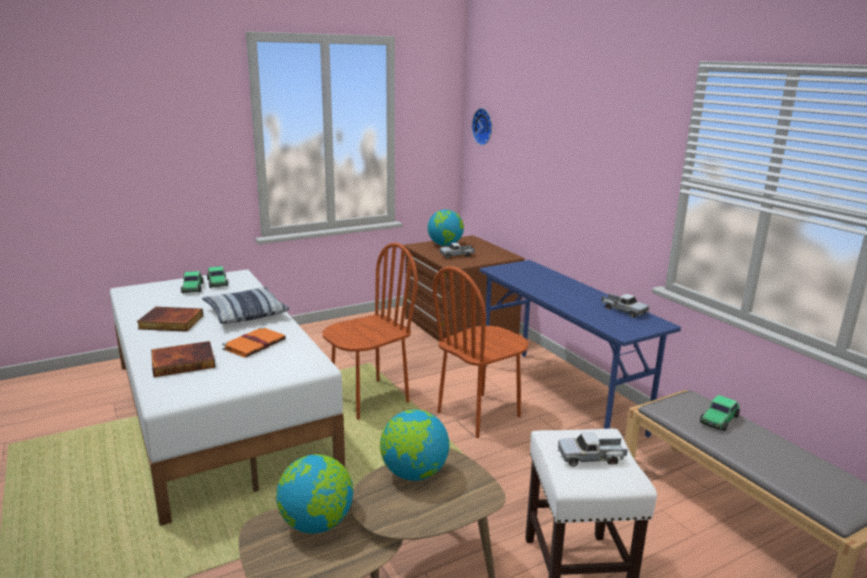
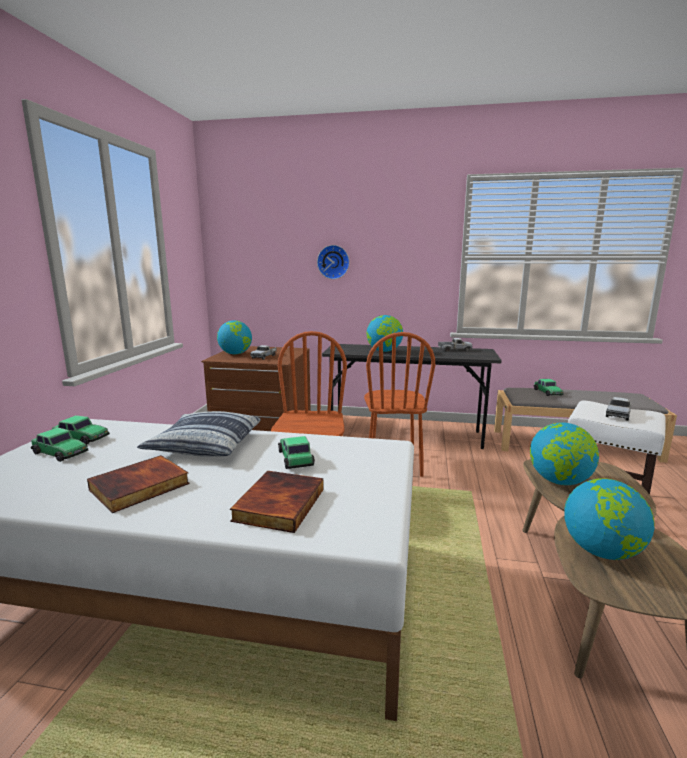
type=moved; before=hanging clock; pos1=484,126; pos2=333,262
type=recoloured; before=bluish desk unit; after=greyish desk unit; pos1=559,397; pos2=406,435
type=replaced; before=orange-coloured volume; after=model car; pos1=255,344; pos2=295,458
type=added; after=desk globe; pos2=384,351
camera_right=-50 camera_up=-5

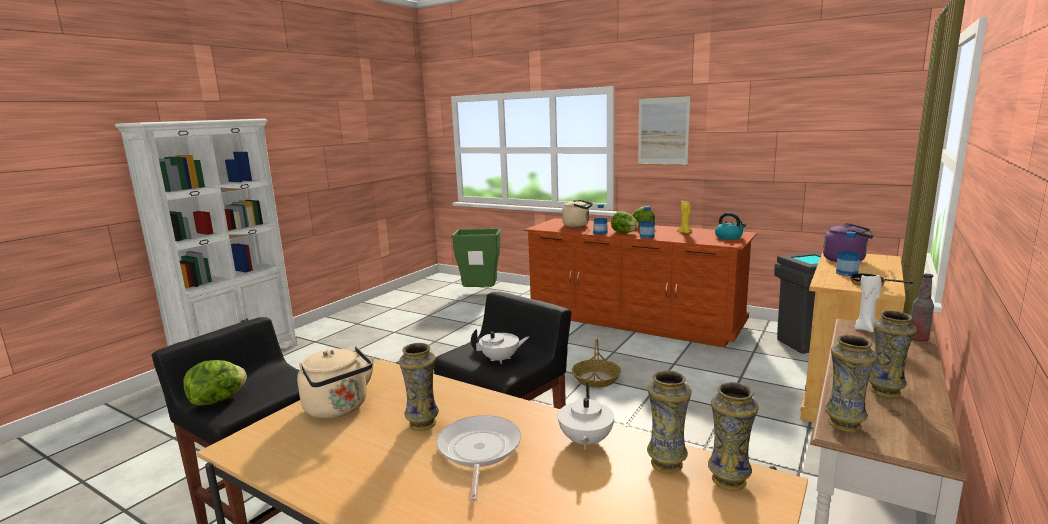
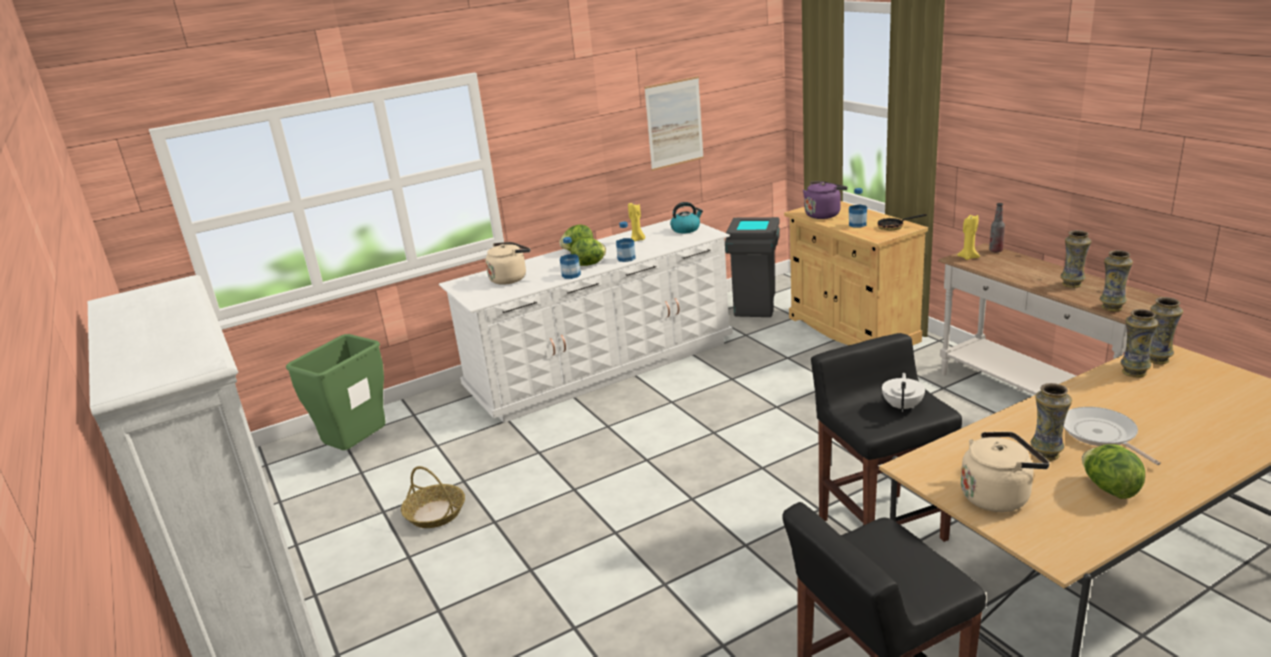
type=moved; before=picture; pos1=663,131; pos2=674,123
type=recoloured; before=brown chest of drawers; after=white-coloured chest of drawers; pos1=633,319; pos2=602,367
type=recoloured; before=white-coloured wax candle; after=yellowish wax candle; pos1=865,329; pos2=968,257
type=moved; before=household basket; pos1=596,379; pos2=436,513
type=moved; before=head of lettuce; pos1=218,400; pos2=1109,488
type=removed; before=white-coloured teapot; pos1=585,442
type=turned; before=frying pan; pos1=478,451; pos2=1101,435; turn=45
camera_right=-60 camera_up=10

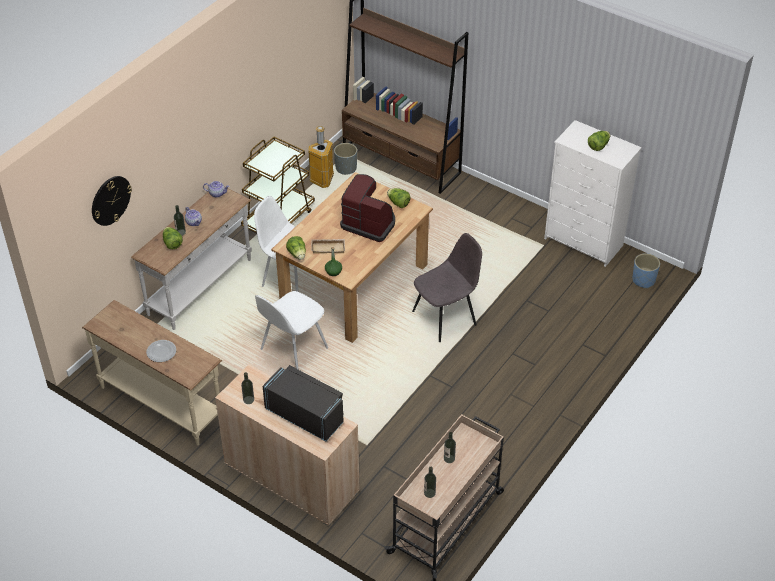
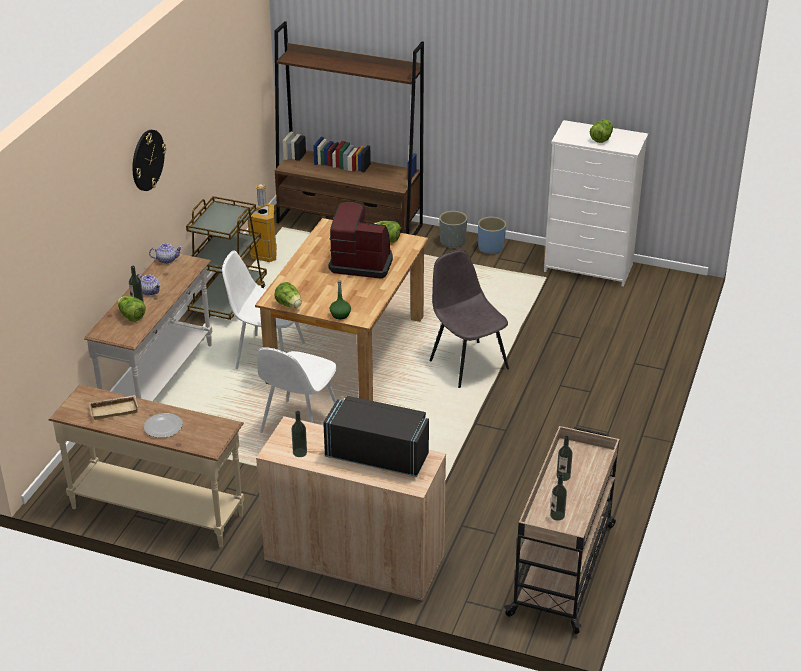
type=moved; before=greyish flower pot; pos1=346,168; pos2=453,242
type=moved; before=hanging clock; pos1=110,200; pos2=147,160
type=turned; before=greyish upright chair; pos1=445,317; pos2=467,363; turn=-75
type=moved; before=beige serving tray; pos1=328,247; pos2=114,409
type=moved; before=bluish flower pot; pos1=643,280; pos2=491,248
camera_right=-15 camera_up=-10

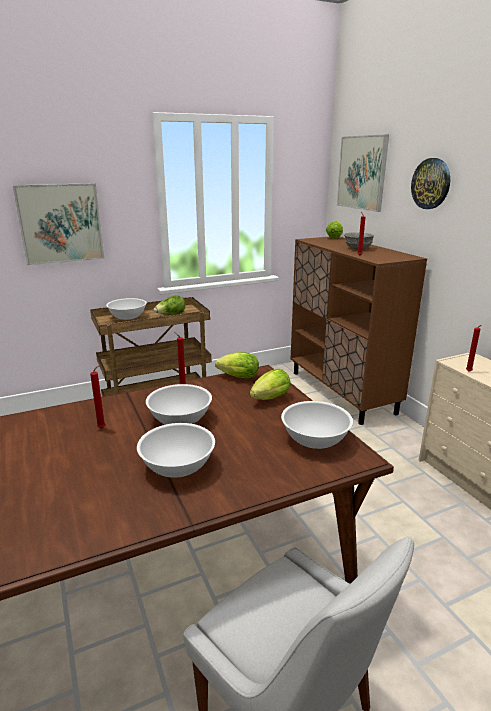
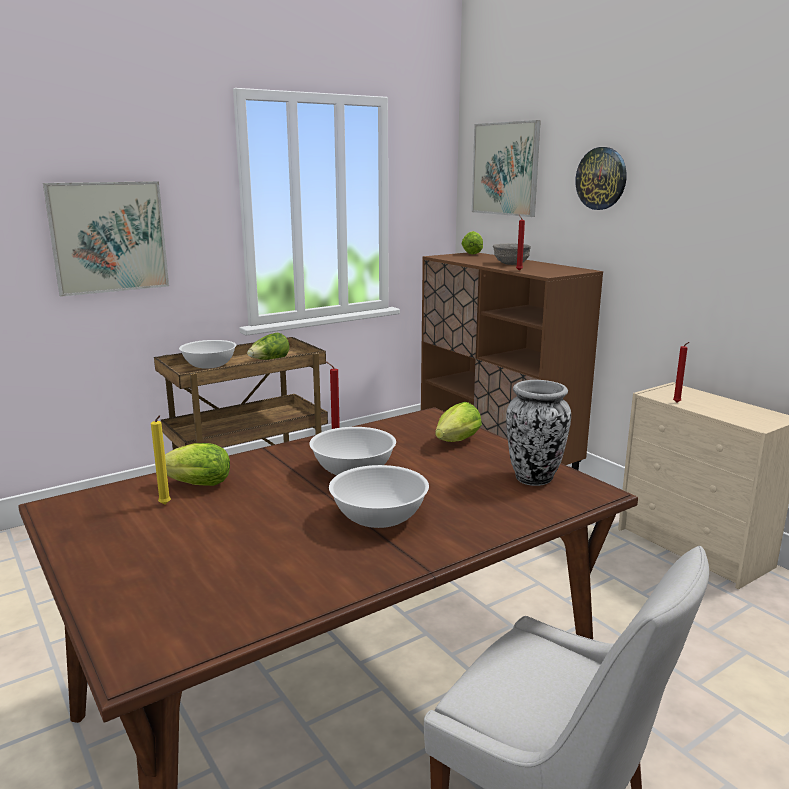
type=moved; before=head of lettuce; pos1=236,377; pos2=194,485
type=removed; before=red-coloured wax candle; pos1=103,428
type=replaced; before=white-coloured serving bowl; after=flower vase; pos1=315,440; pos2=534,478
type=added; after=yellowish wax candle; pos2=165,505
camera_right=-10 camera_up=-5

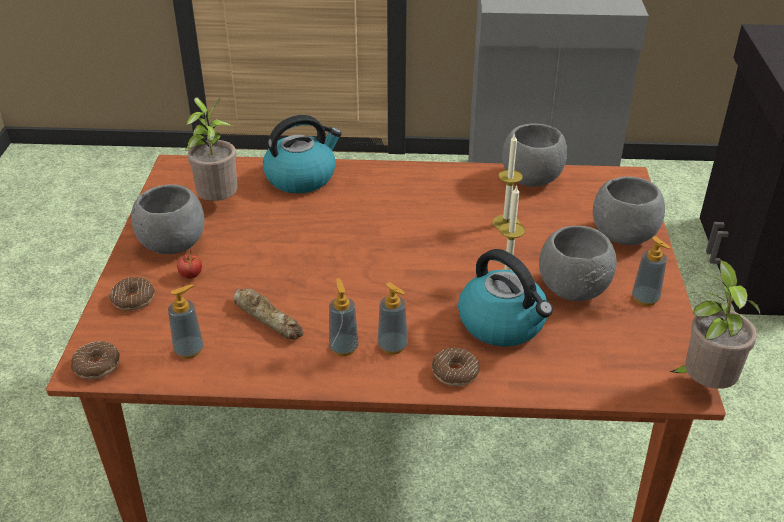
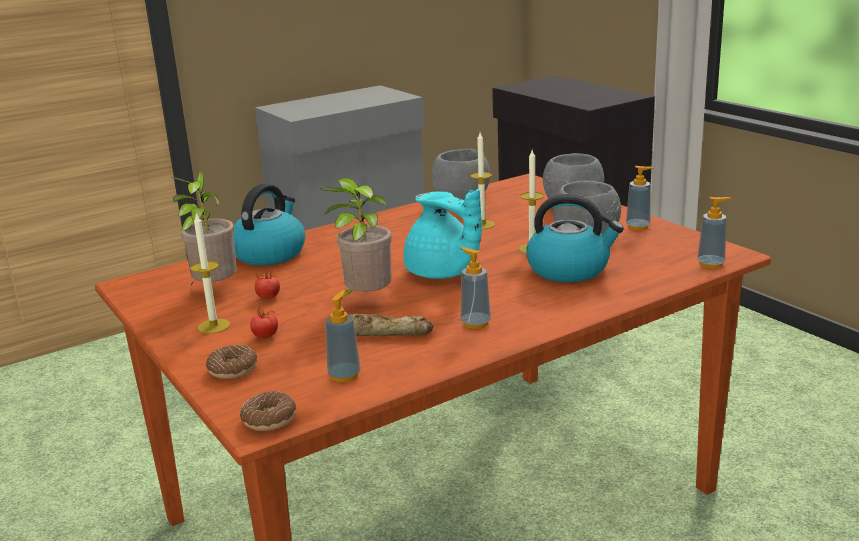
type=replaced; before=greyish serving bowl; after=wax candle; pos1=173,244; pos2=214,326
type=moved; before=potted plant; pos1=702,384; pos2=365,300
type=moved; before=liquid soap bottle; pos1=392,346; pos2=711,264
type=removed; before=doughnut; pos1=455,372
type=added; after=turquoise-coloured teapot; pos2=442,273
type=added; after=fresh tomato; pos2=268,297
camera_right=-35 camera_up=-15

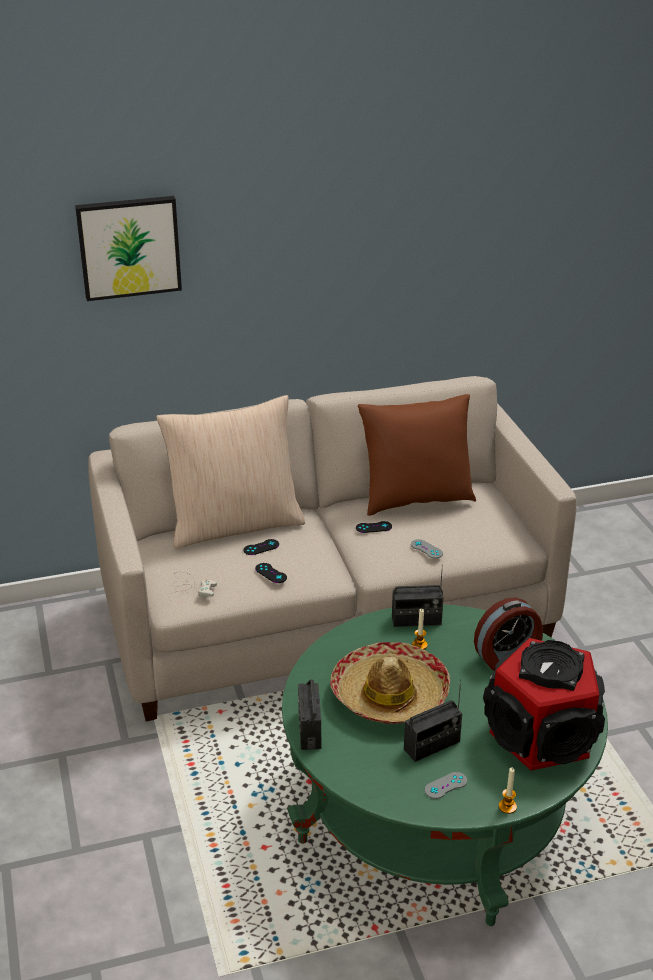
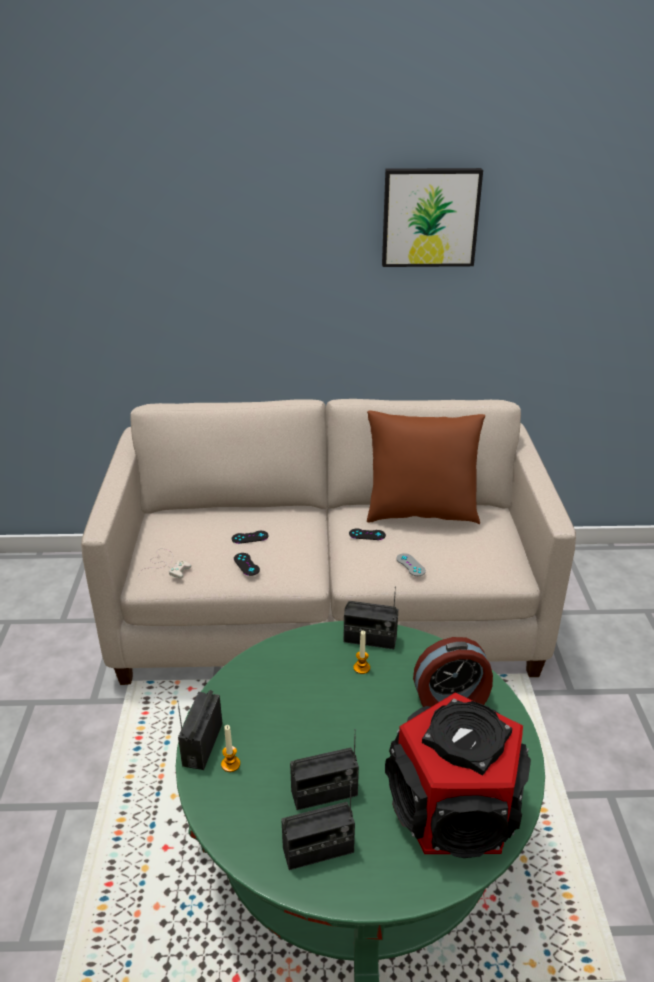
type=moved; before=picture; pos1=129,247; pos2=430,217
type=removed; before=beige throw pillow; pos1=235,524
type=removed; before=hat; pos1=390,695
type=moved; before=wax candle; pos1=507,807; pos2=230,764
type=replaced; before=greyish joypad; after=radio receiver; pos1=446,785; pos2=318,850
camera_right=15 camera_up=0

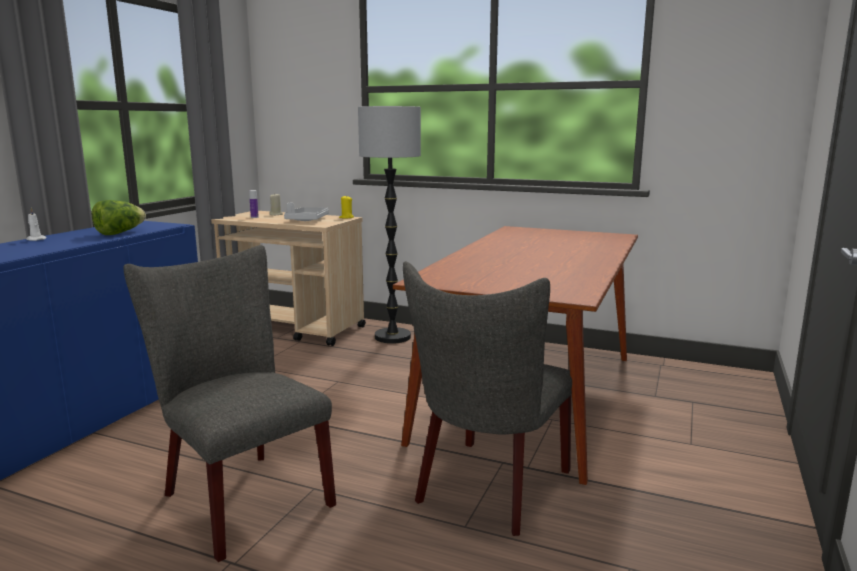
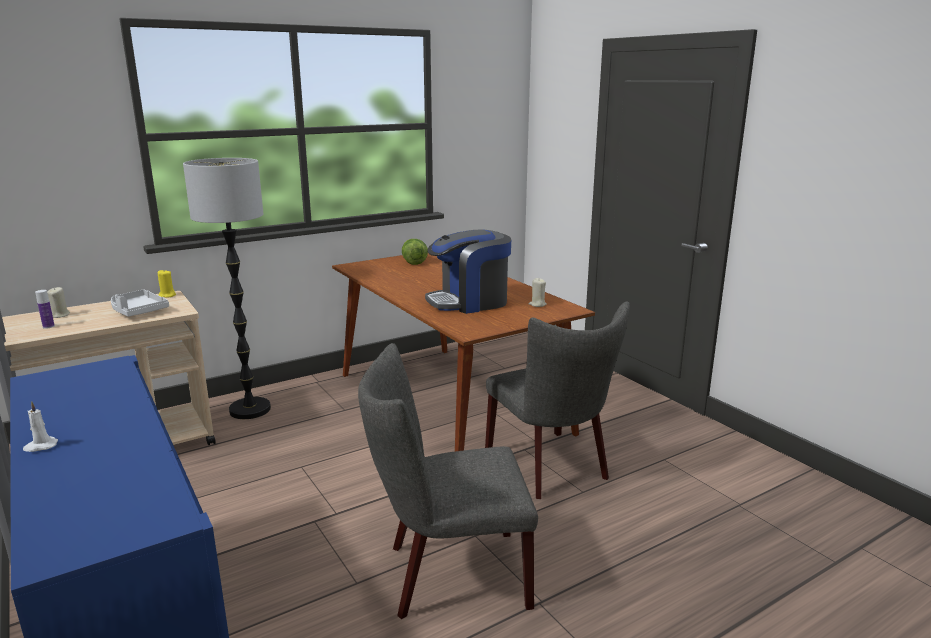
type=moved; before=head of lettuce; pos1=119,233; pos2=413,262
type=added; after=coffee maker; pos2=469,302
type=added; after=beige wax candle; pos2=537,304
camera_right=-55 camera_up=5

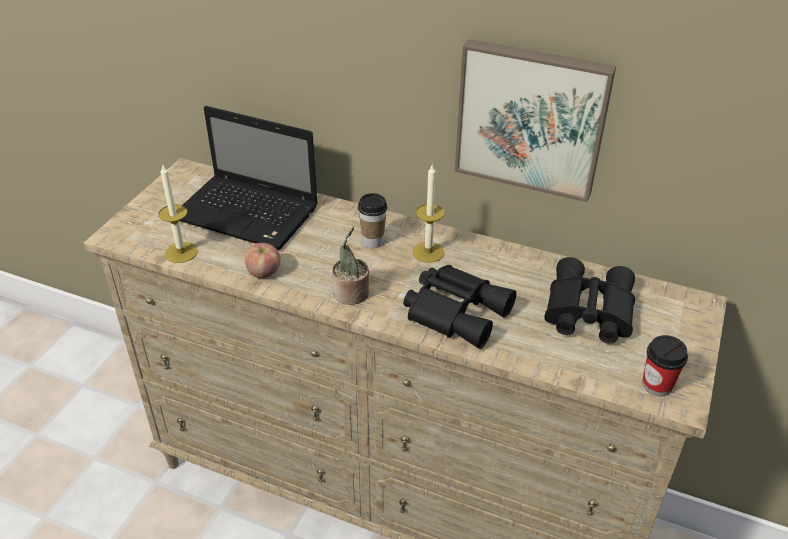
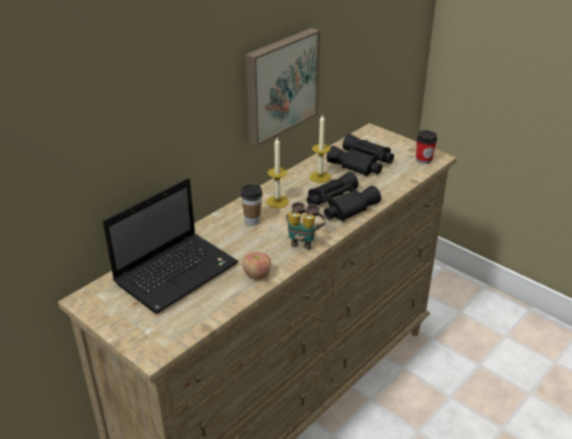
type=moved; before=wax candle; pos1=181,252; pos2=320,177
type=replaced; before=potted plant; after=field glasses; pos1=351,295; pos2=303,240
camera_right=-70 camera_up=-5

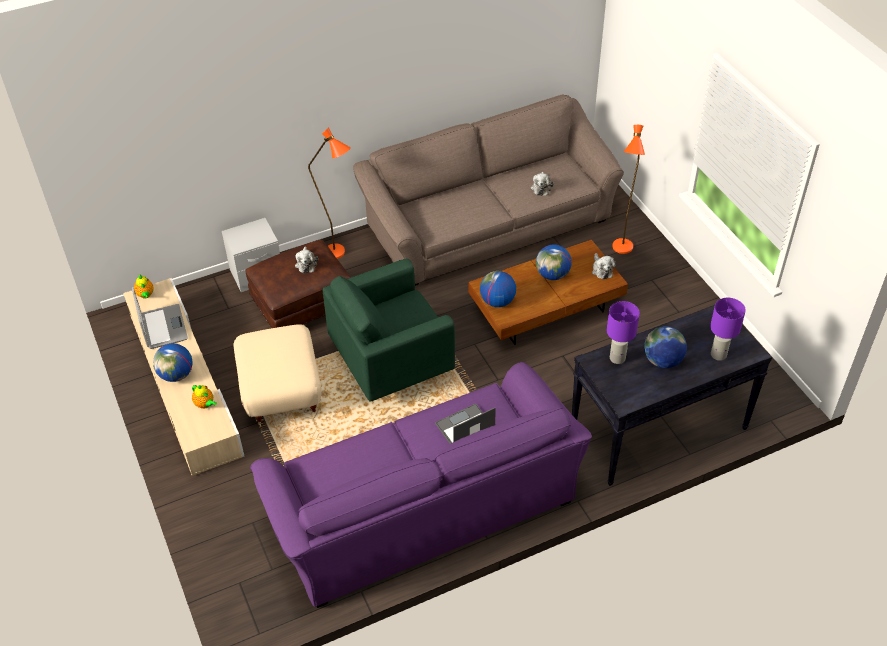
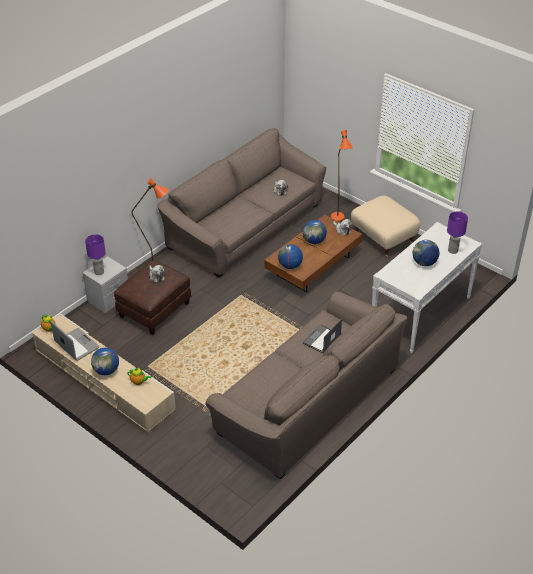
type=removed; before=green-coloured easy chair; pos1=391,364
type=moved; before=purplish lamp for a table; pos1=617,358; pos2=99,272
type=recoloured; before=black console table; after=white-coloured console table; pos1=658,430; pos2=420,314
type=moved; before=beige footrest; pos1=280,392; pos2=382,239
type=recoloured; before=purplish settee; after=brown settee; pos1=421,505; pos2=307,400
camera_right=-25 camera_up=-5

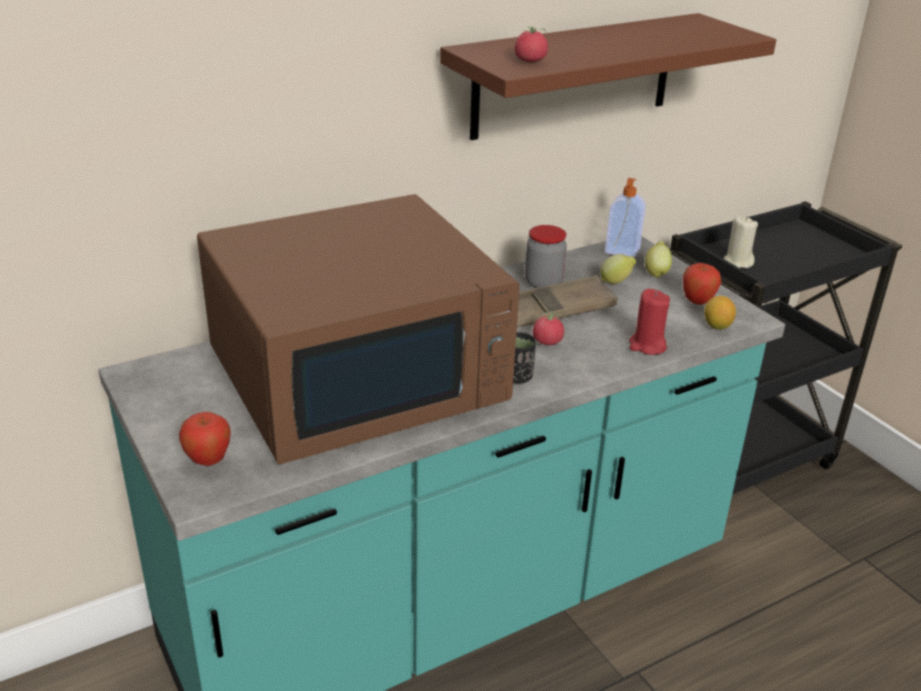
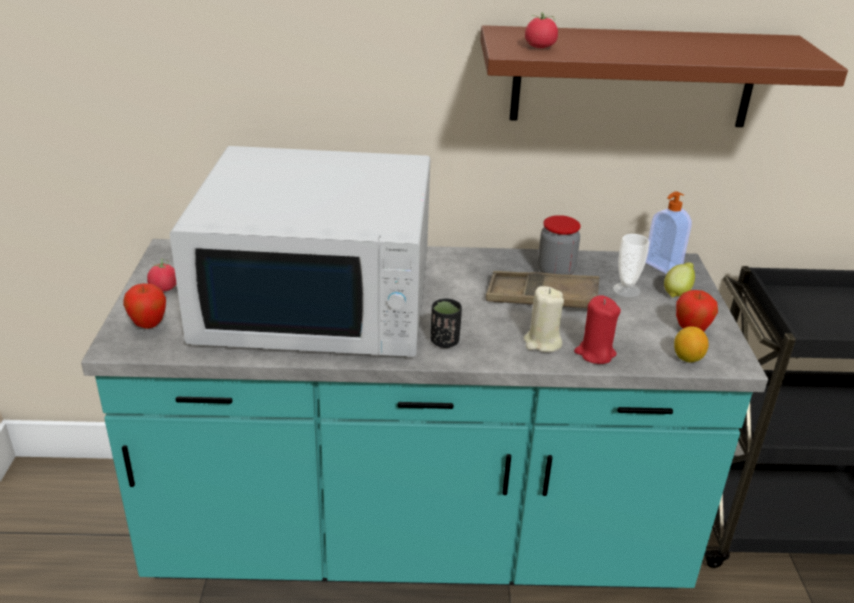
type=recoloured; before=brown microwave; after=white-coloured microwave; pos1=359,376; pos2=320,299
type=moved; before=beige wax candle; pos1=737,263; pos2=542,342
type=replaced; before=lemon; after=drinking cup; pos1=616,282; pos2=626,290
type=moved; before=fresh tomato; pos1=547,342; pos2=164,288
camera_right=30 camera_up=0

